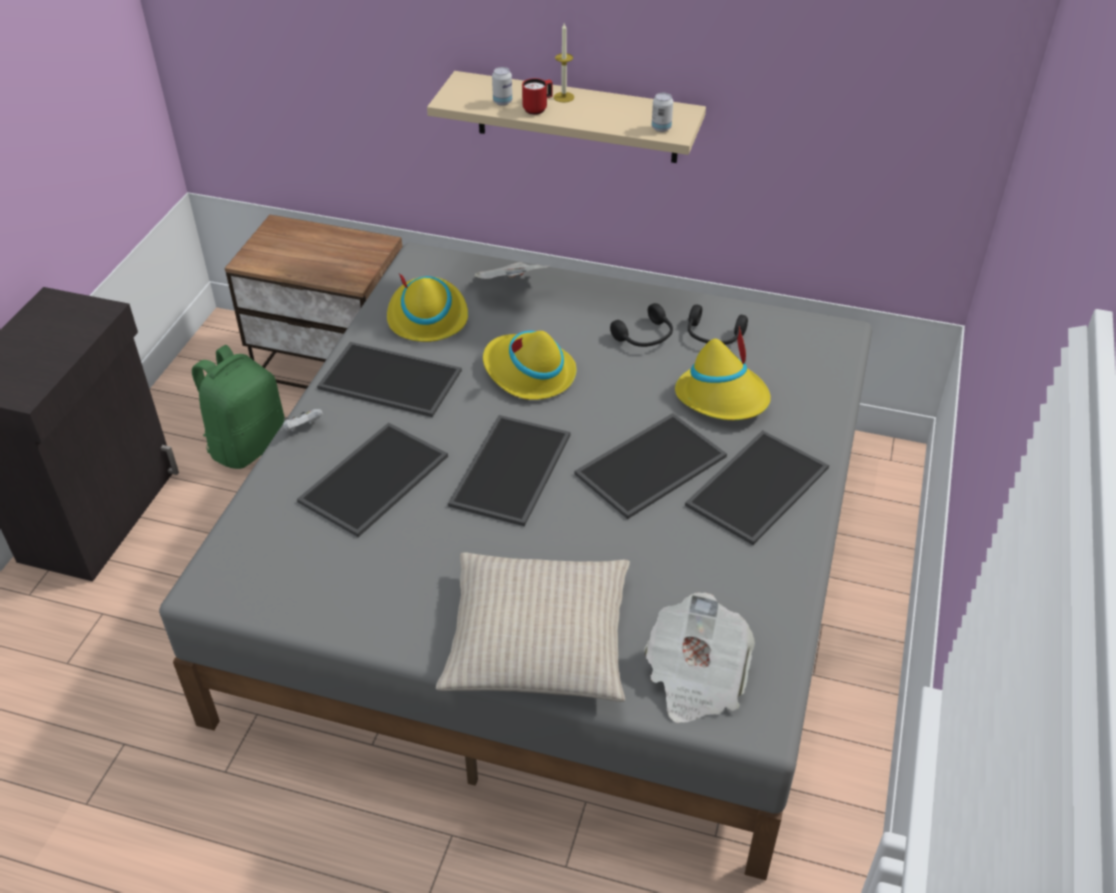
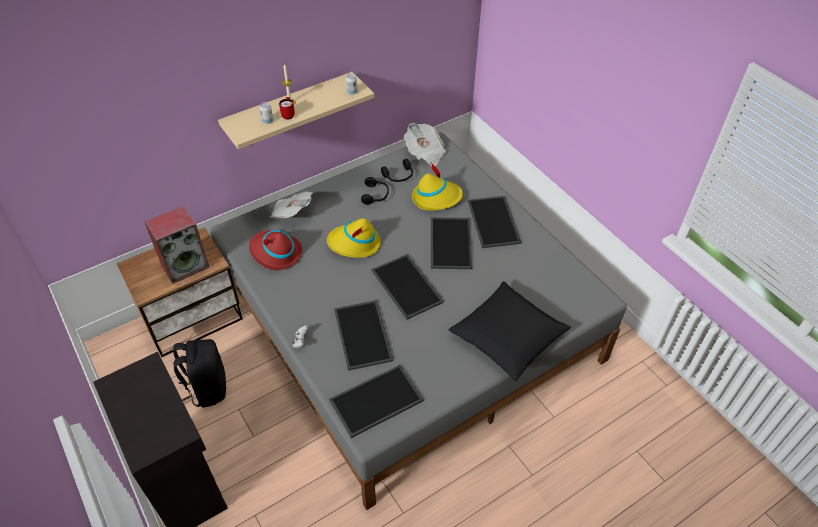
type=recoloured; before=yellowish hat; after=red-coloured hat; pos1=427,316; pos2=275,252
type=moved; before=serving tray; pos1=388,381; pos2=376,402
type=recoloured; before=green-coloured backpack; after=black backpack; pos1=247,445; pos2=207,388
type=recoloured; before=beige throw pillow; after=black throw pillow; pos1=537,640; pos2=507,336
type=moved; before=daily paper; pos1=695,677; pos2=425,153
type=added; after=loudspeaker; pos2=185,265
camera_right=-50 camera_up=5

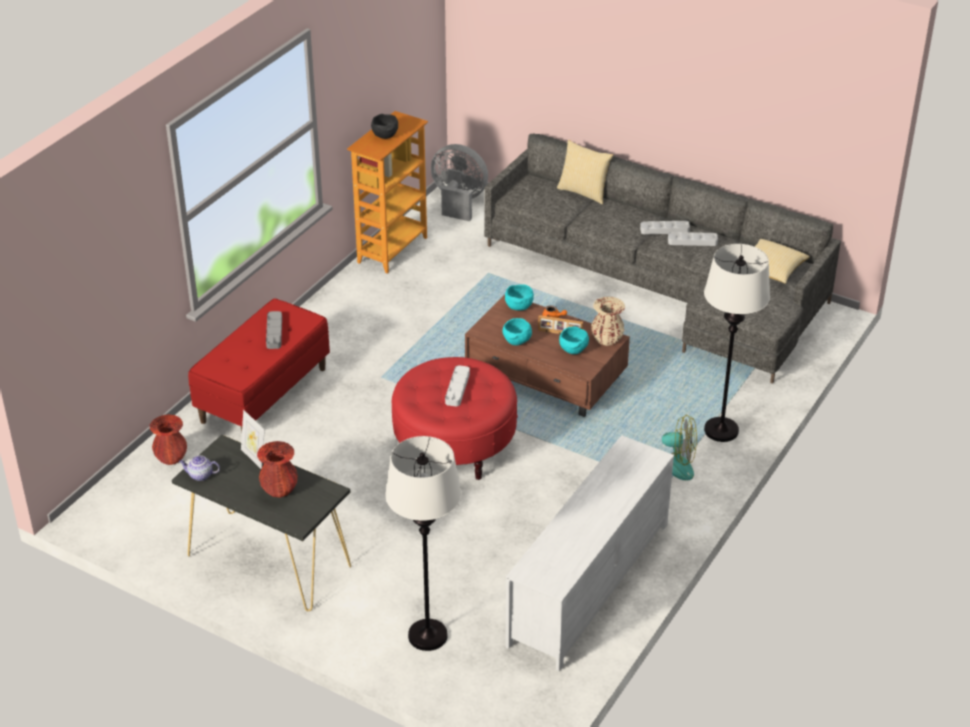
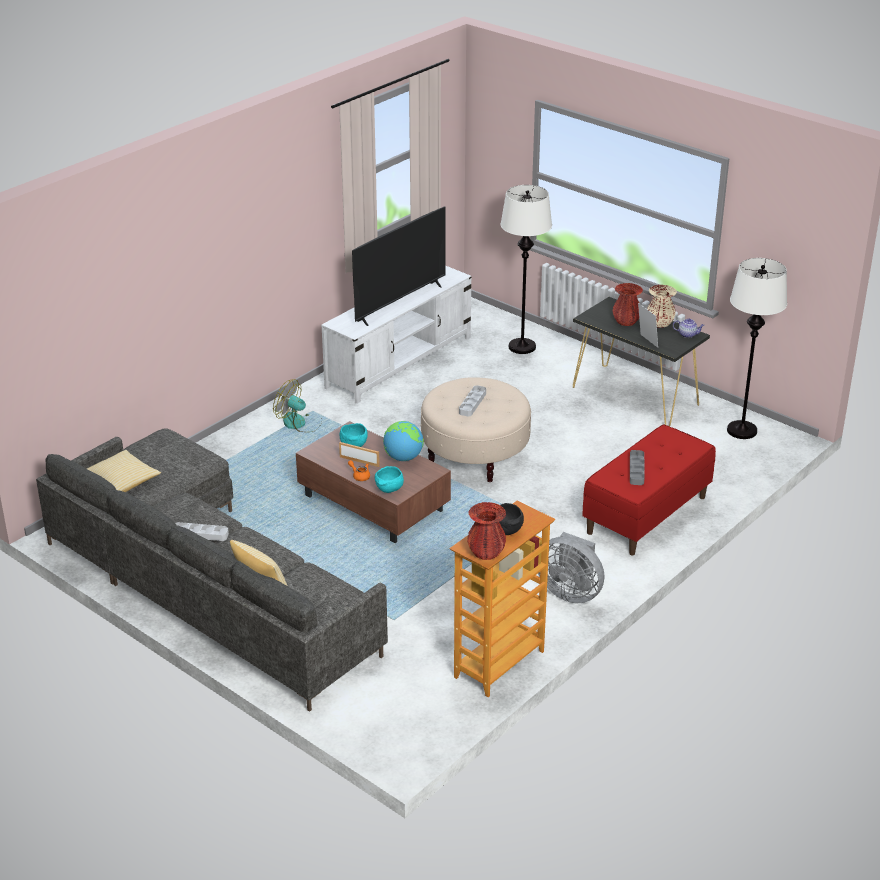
type=moved; before=greyish electric fan; pos1=458,202; pos2=570,592
type=removed; before=greyish serving tray; pos1=692,241
type=moved; before=white-coloured standard lamp; pos1=721,430; pos2=742,430
type=moved; before=beige flower vase; pos1=607,339; pos2=660,323
type=replaced; before=turquoise-coloured serving bowl; after=desk globe; pos1=517,342; pos2=403,458
type=recoloured; before=red-coloured footrest; after=beige footrest; pos1=455,446; pos2=475,455
type=moved; before=red-coloured flower vase; pos1=171,458; pos2=486,552
type=added; after=television; pos2=399,303
camera_right=-170 camera_up=-5

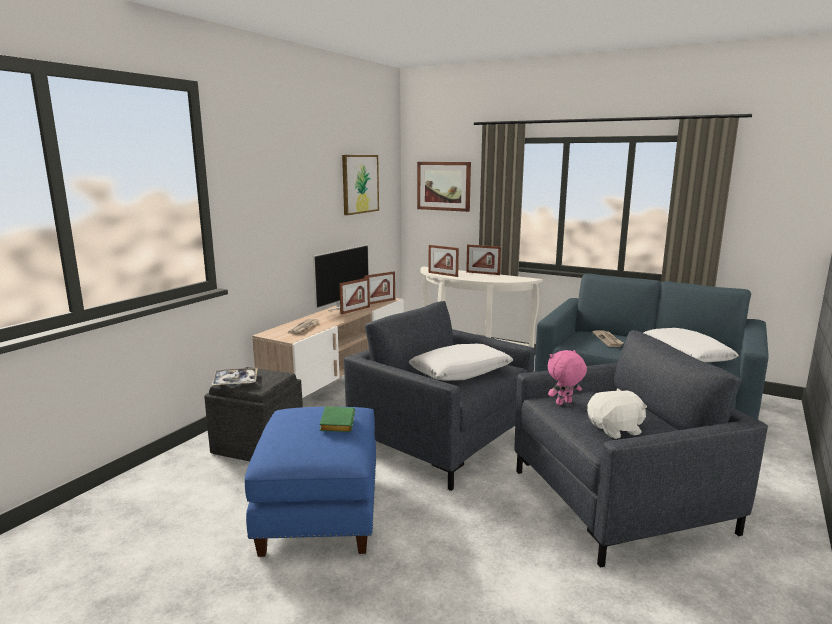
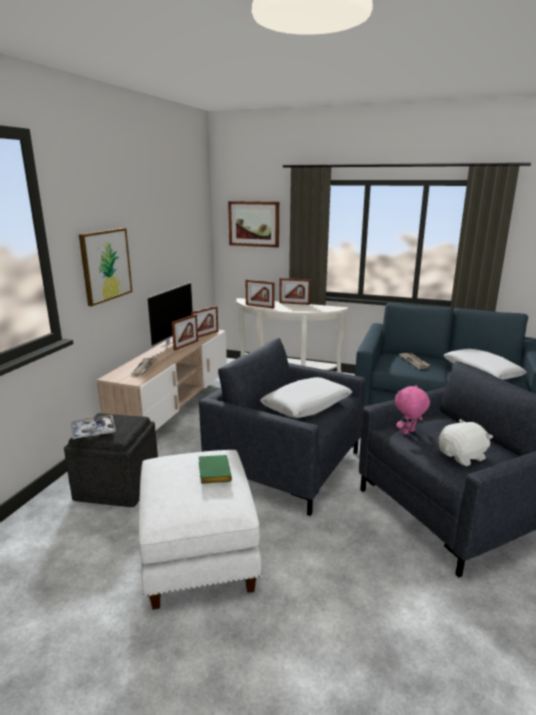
type=moved; before=picture; pos1=360,184; pos2=106,265
type=recoloured; before=bluish footrest; after=white-coloured footrest; pos1=318,512; pos2=197,553
camera_right=-10 camera_up=5

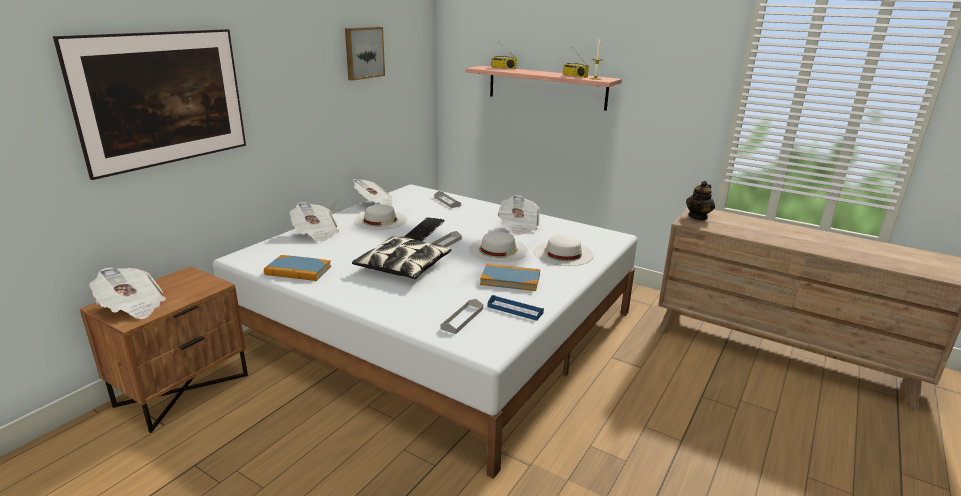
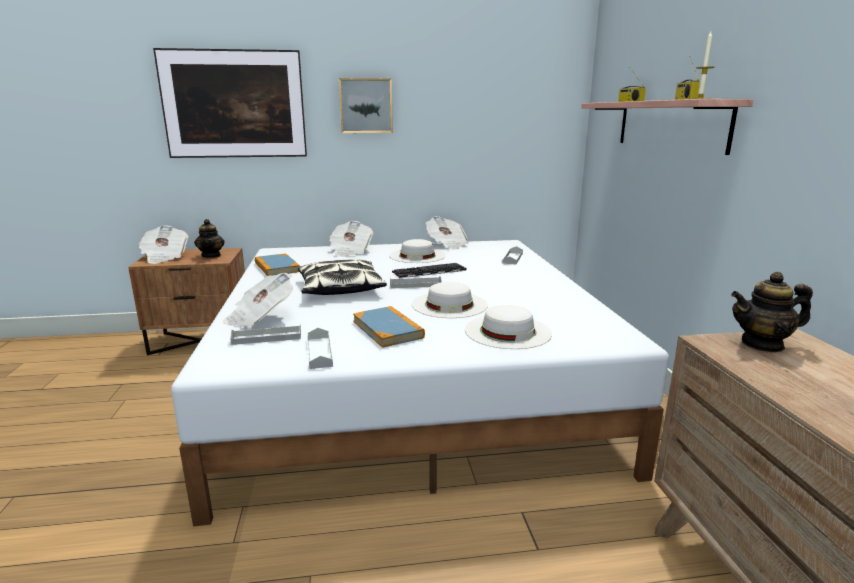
type=moved; before=picture; pos1=363,52; pos2=366,106
type=moved; before=daily paper; pos1=518,227; pos2=260,317
type=recoloured; before=bluish serving tray; after=greyish serving tray; pos1=515,310; pos2=319,352
type=added; after=teapot; pos2=211,255
camera_right=50 camera_up=-5

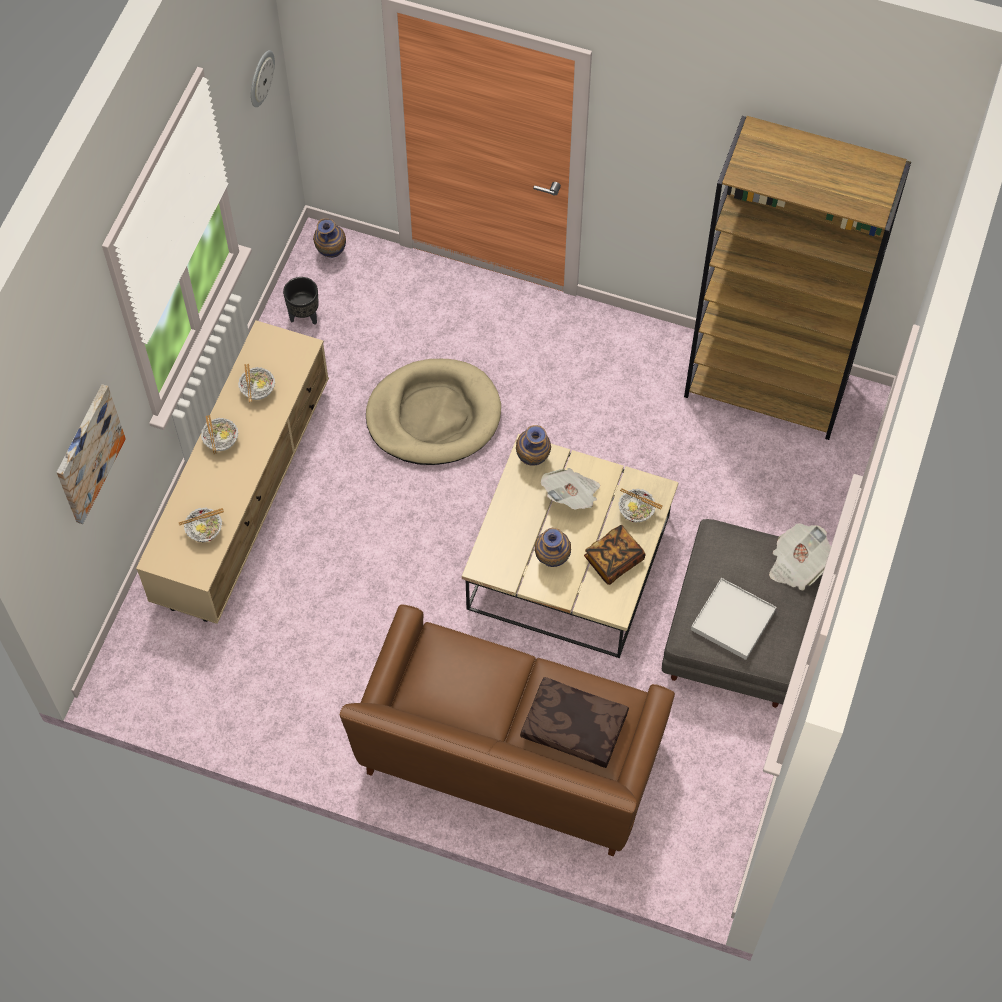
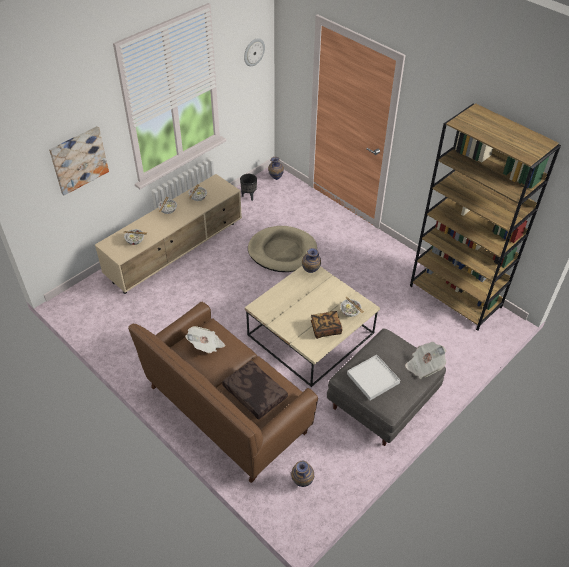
type=moved; before=daily paper; pos1=571,496; pos2=206,346
type=moved; before=flower vase; pos1=551,561; pos2=301,483
camera_right=25 camera_up=-15

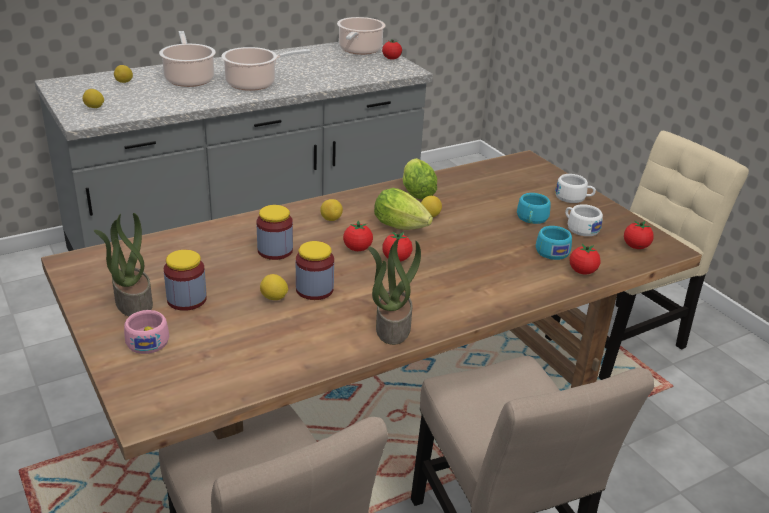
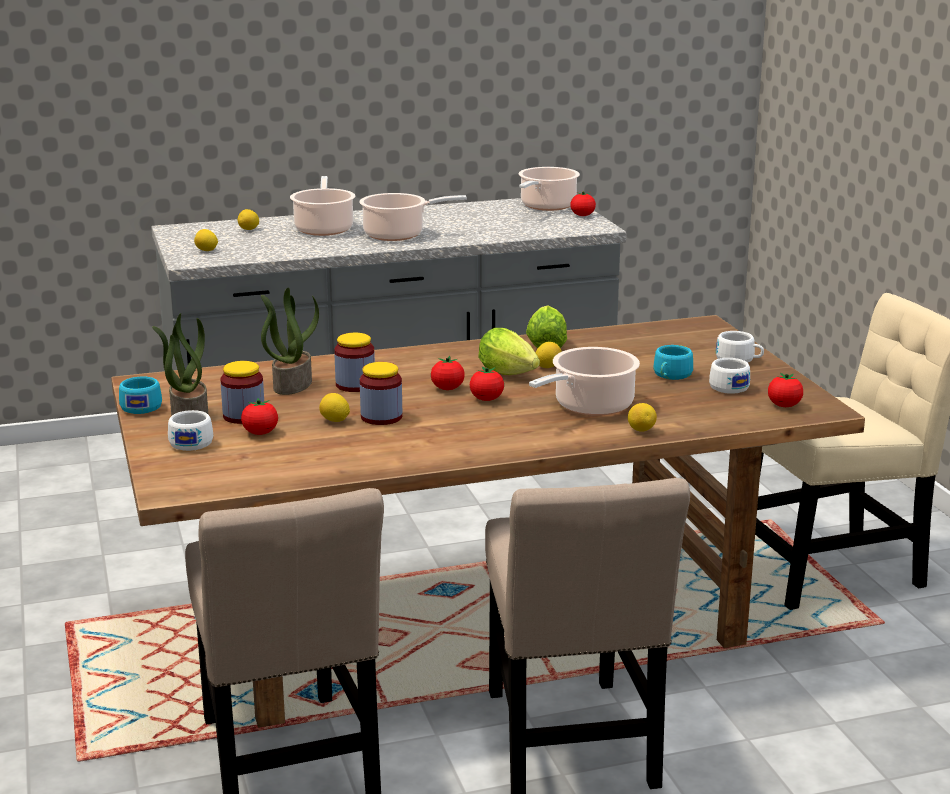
type=moved; before=lemon; pos1=331,219; pos2=641,430
type=moved; before=turquoise-coloured drinking cup; pos1=550,250; pos2=142,406
type=moved; before=potted plant; pos1=392,327; pos2=292,384
type=moved; before=fresh tomato; pos1=582,271; pos2=260,433
type=recoloured; before=pinkish drinking cup; after=white-coloured drinking cup; pos1=148,339; pos2=192,441
type=added; after=cooking pot; pos2=590,406
camera_right=15 camera_up=-10

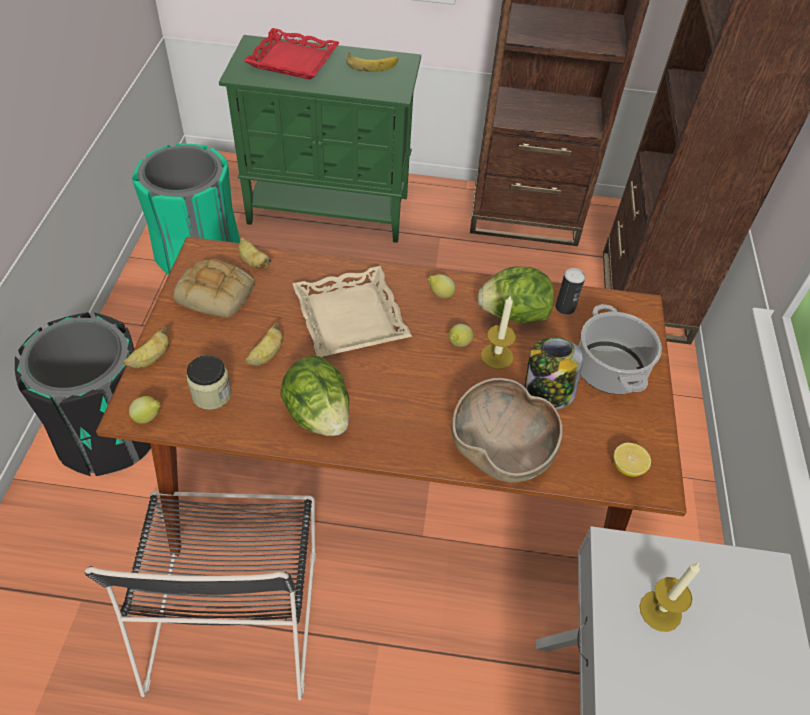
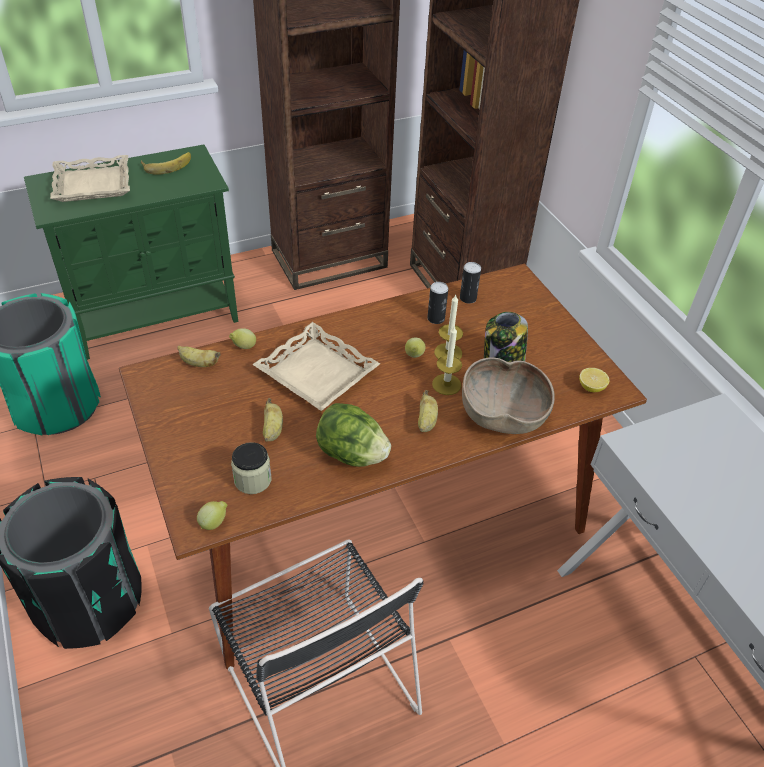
type=recoloured; before=red-coloured serving tray; after=beige serving tray; pos1=292,61; pos2=92,185
type=removed; before=bakery bread; pos1=217,293
type=replaced; before=head of lettuce; after=metal can; pos1=513,314; pos2=436,318
type=moved; before=lemon; pos1=440,294; pos2=243,347
type=removed; before=cooking pot; pos1=608,369
type=moved; before=whole banana; pos1=151,359; pos2=426,421
type=moved; before=wax candle; pos1=660,611; pos2=446,384
camera_right=-30 camera_up=-5

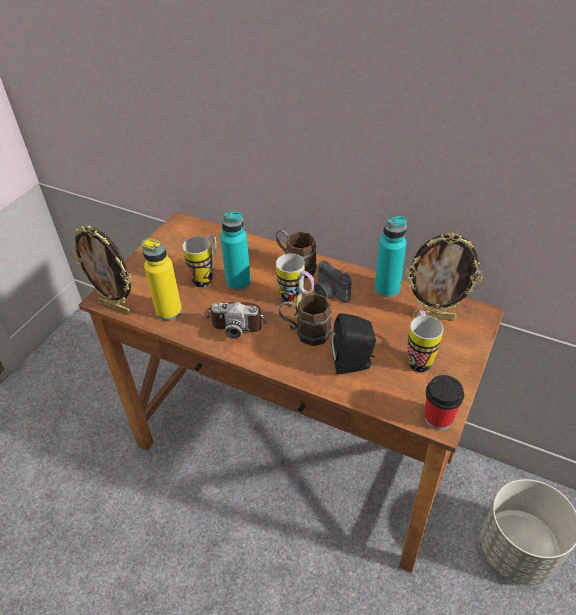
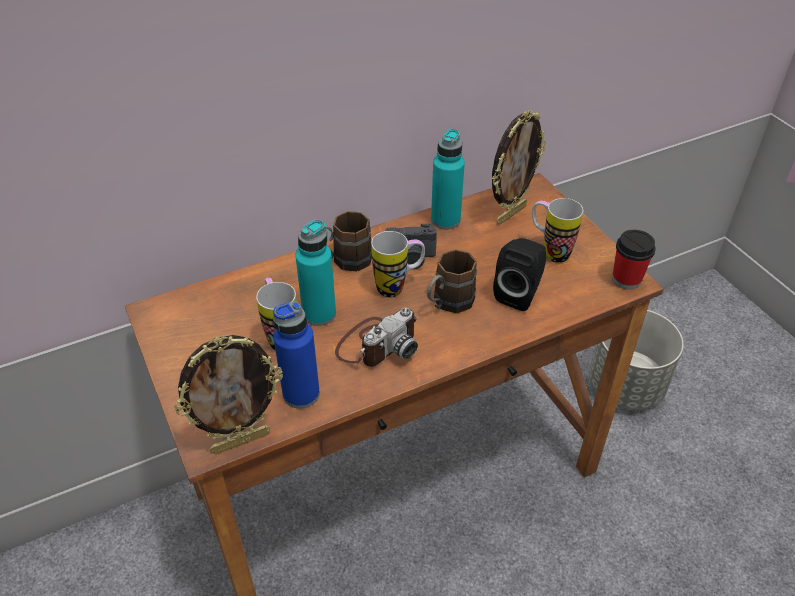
type=recoloured; before=yellowish beverage bottle; after=bluish beverage bottle; pos1=169,311; pos2=301,394
camera_right=-55 camera_up=0

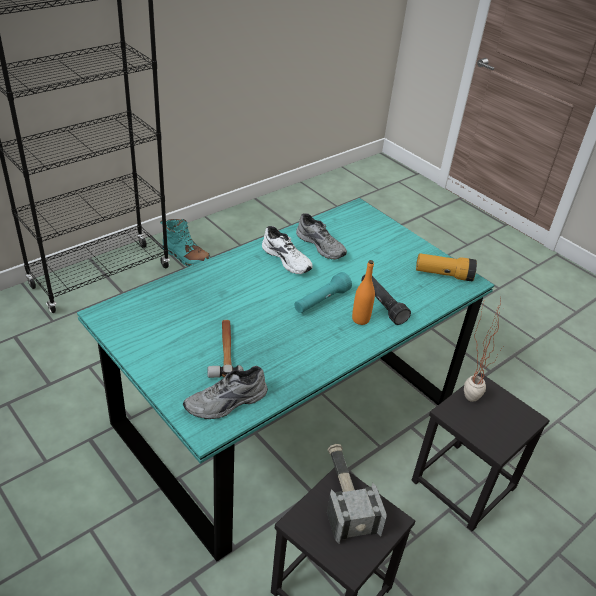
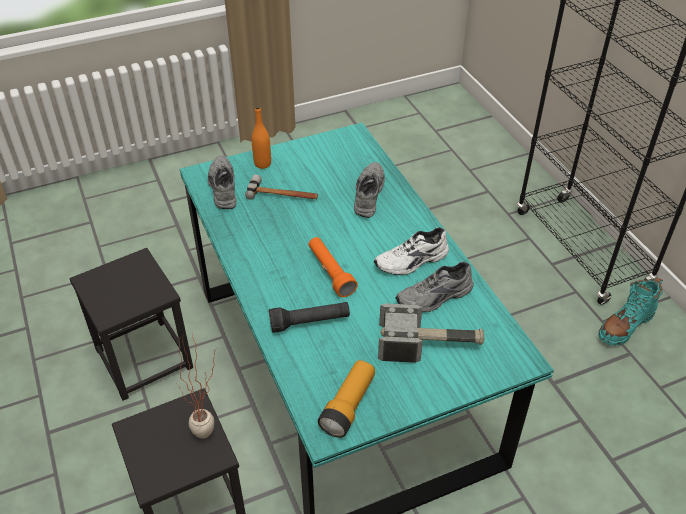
type=moved; before=orange-coloured beverage bottle; pos1=360,319; pos2=262,164
type=recoloured; before=turquoise-coloured flashlight; after=orange-coloured flashlight; pos1=321,301; pos2=330,272
type=moved; before=hammer; pos1=345,496; pos2=430,345
type=added; after=greyish shoe; pos2=367,194
camera_right=110 camera_up=5

